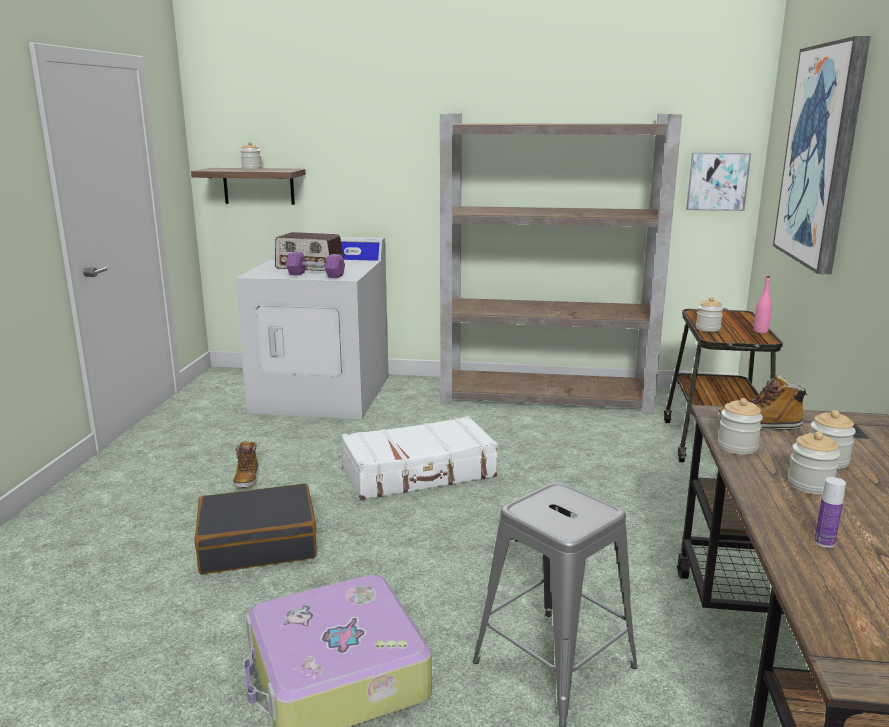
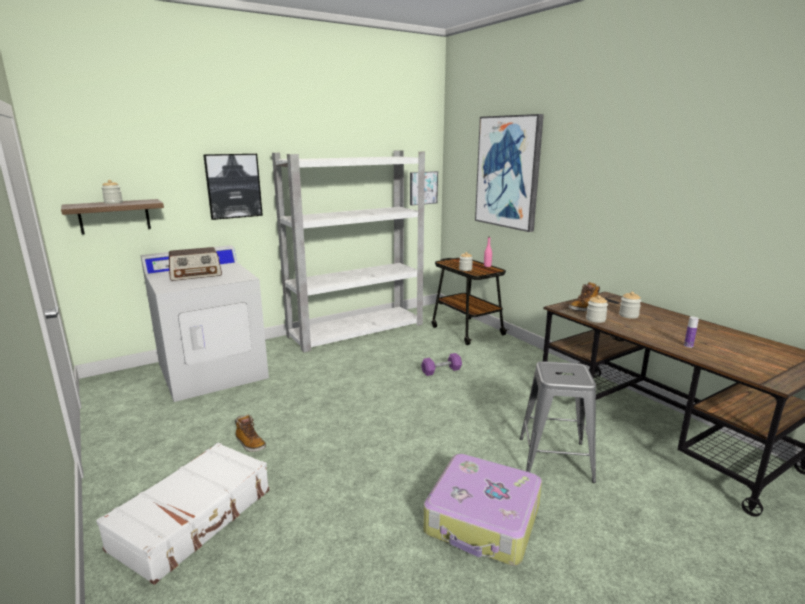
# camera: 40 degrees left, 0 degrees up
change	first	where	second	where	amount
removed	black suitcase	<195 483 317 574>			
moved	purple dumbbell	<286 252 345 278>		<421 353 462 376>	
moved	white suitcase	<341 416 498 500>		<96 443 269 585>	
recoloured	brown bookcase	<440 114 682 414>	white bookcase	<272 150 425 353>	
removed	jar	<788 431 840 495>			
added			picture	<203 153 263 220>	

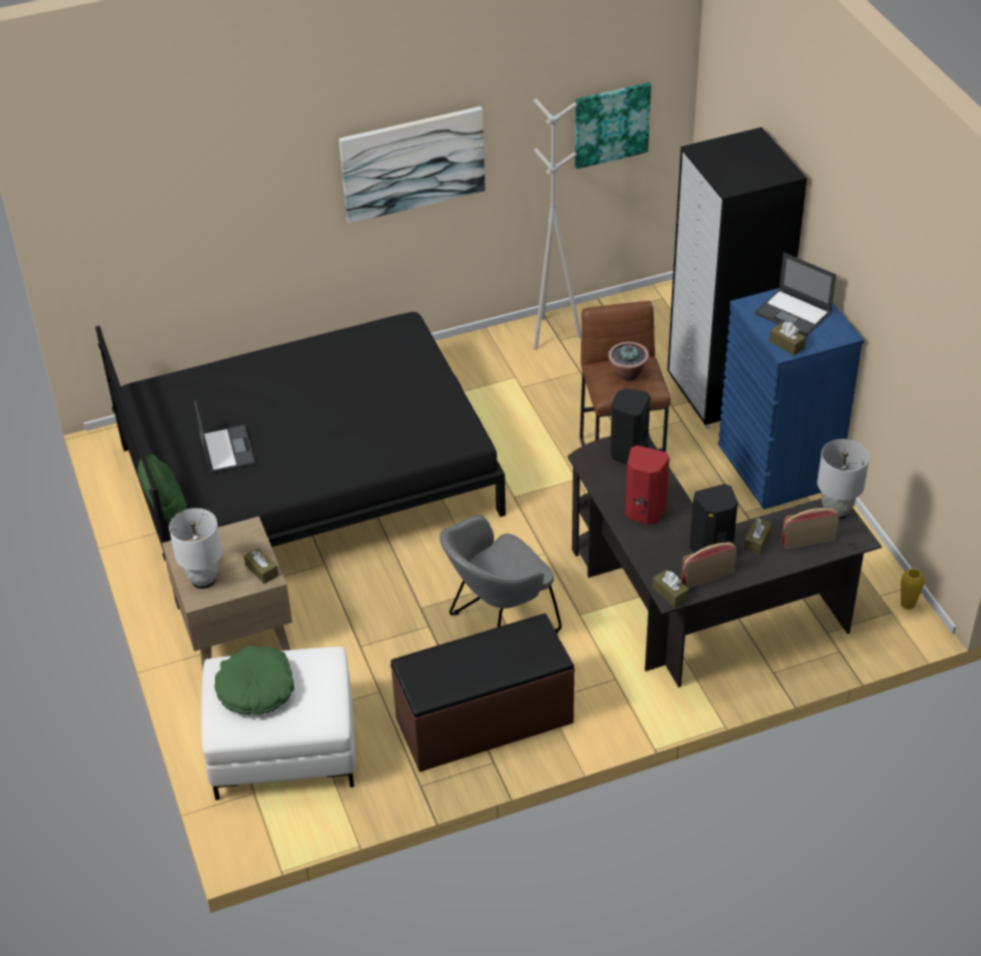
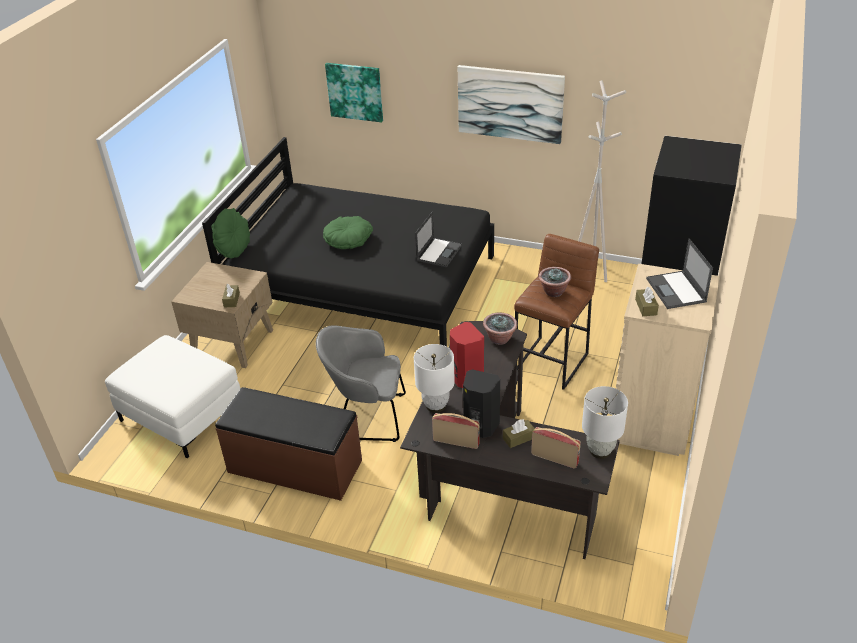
# camera: 40 degrees right, 5 degrees down
change	first	where	second	where	amount
moved	white table lamp	<169 508 222 589>		<414 344 455 413>	
moved	laptop	<194 400 256 474>		<415 211 462 267>	
moved	green pillow	<215 646 294 715>		<323 216 373 249>	
moved	picture	<575 82 651 169>		<325 63 383 122>	
replaced	black speaker	<610 389 650 465>	potted plant	<483 312 517 345>	
removed	brown tissue box	<652 570 689 607>			
recoloured	blue dresser	<718 288 864 510>	beige dresser	<612 264 720 456>	
removed	yellow vase	<901 568 925 610>			

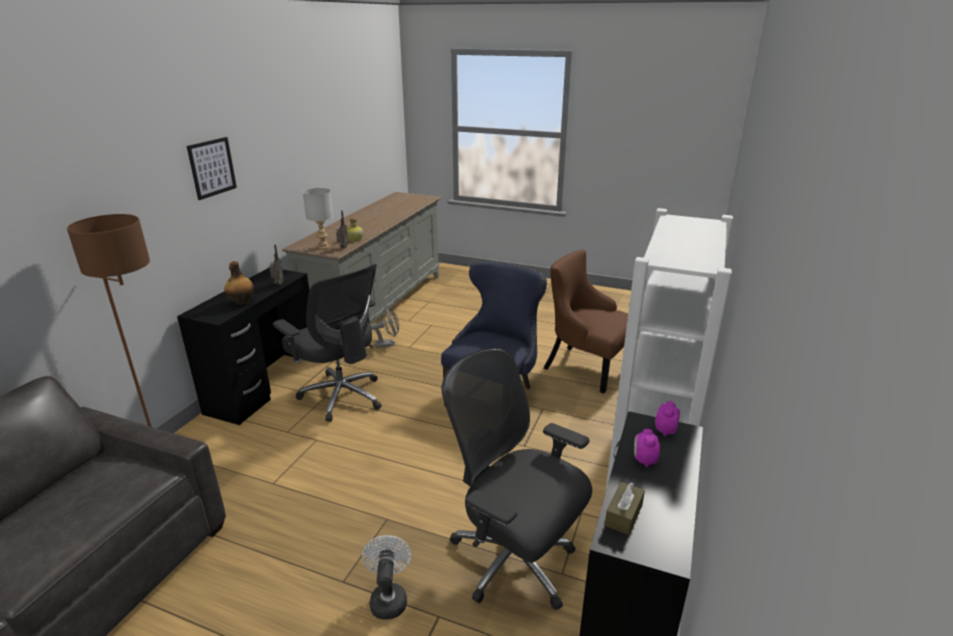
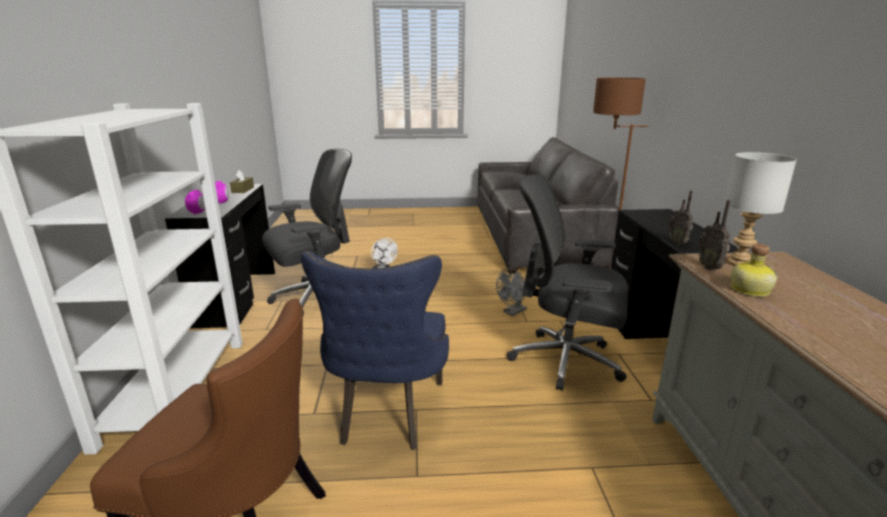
# camera: 155 degrees right, 5 degrees down
change	first	where	second	where	amount
removed	picture	<187 137 237 200>			
removed	bottle	<224 261 254 305>			
moved	grey fan	<371 307 399 348>		<496 268 527 316>	
turned	office chair	<442 348 592 610>		<262 149 352 317>	45 degrees counterclockwise

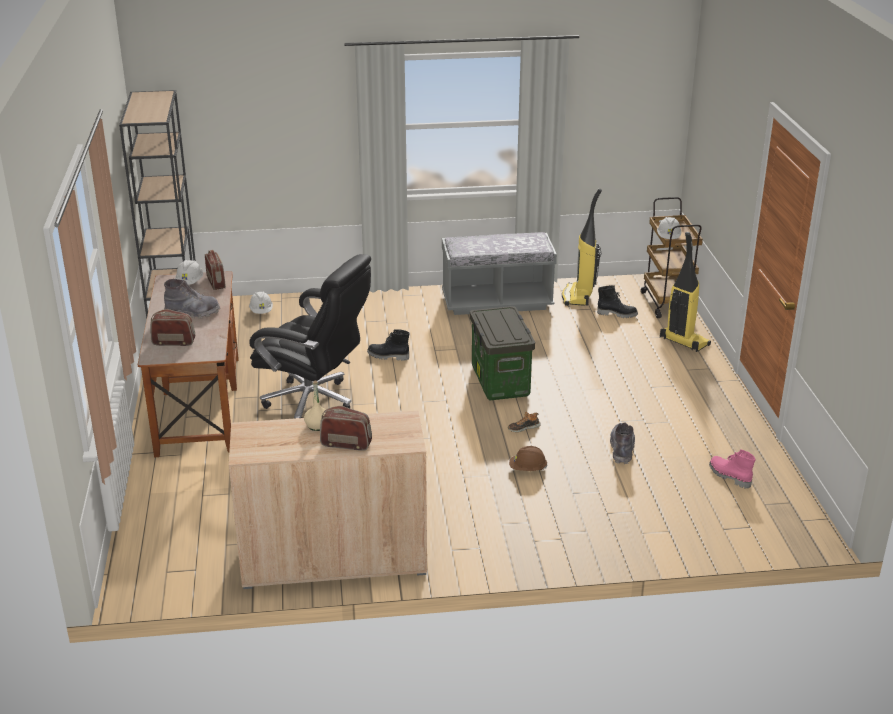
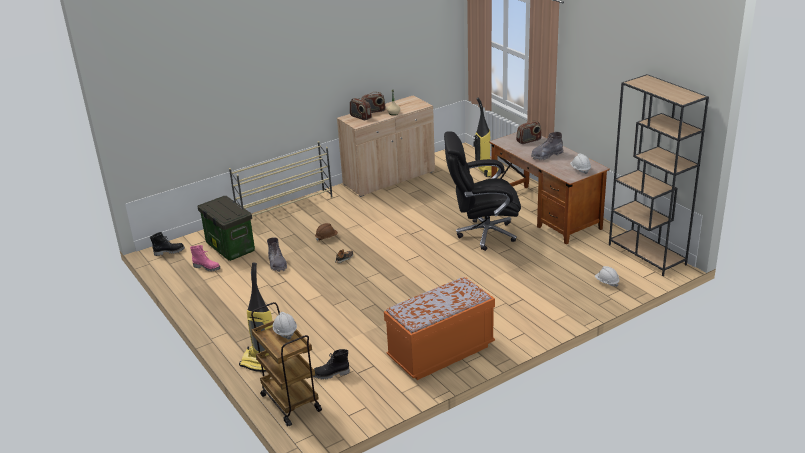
# camera: 155 degrees right, 0 degrees up
change	first	where	second	where	amount
moved	radio	<205 250 226 290>		<350 98 372 120>	
moved	black boot	<367 329 410 361>		<150 232 185 256>	
recoloured	grey bench	<442 232 557 315>	orange bench	<384 277 495 380>	
moved	storage box	<470 306 535 401>		<198 196 255 261>	
moved	vacuum cleaner	<562 188 602 306>		<473 98 501 177>	
added			beige shoe rack	<229 141 333 216>	

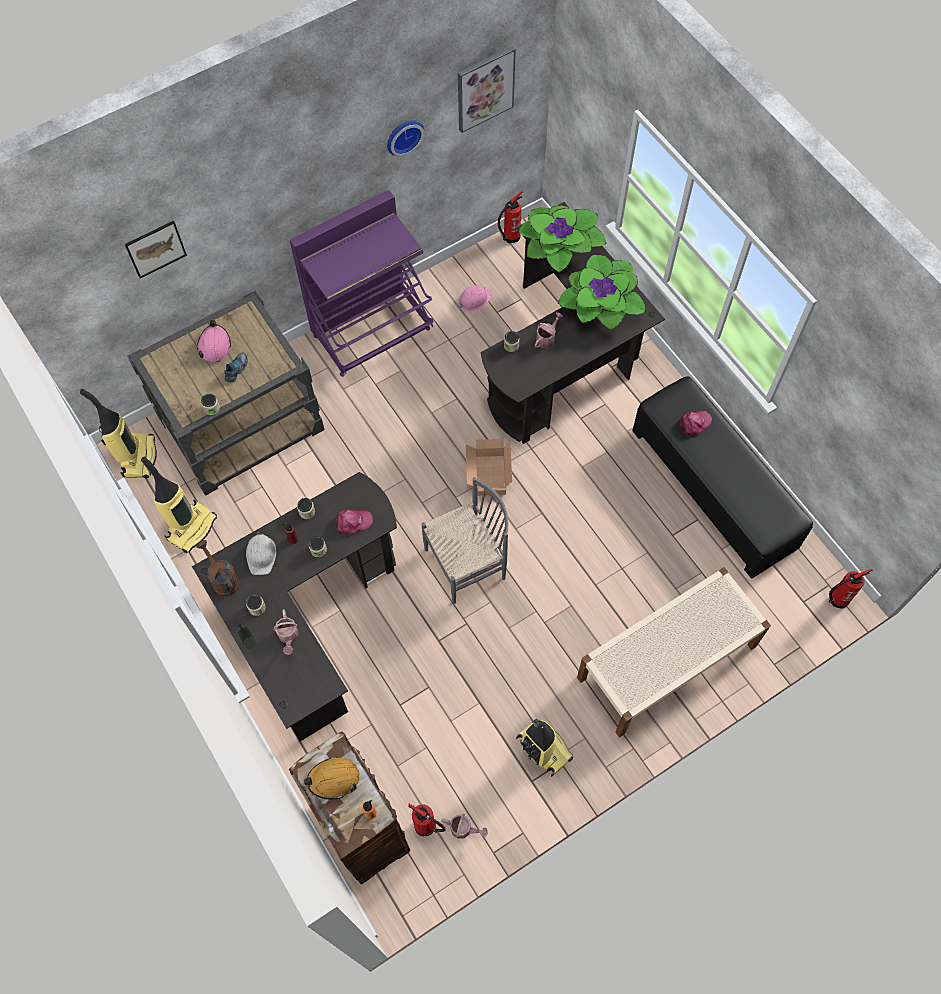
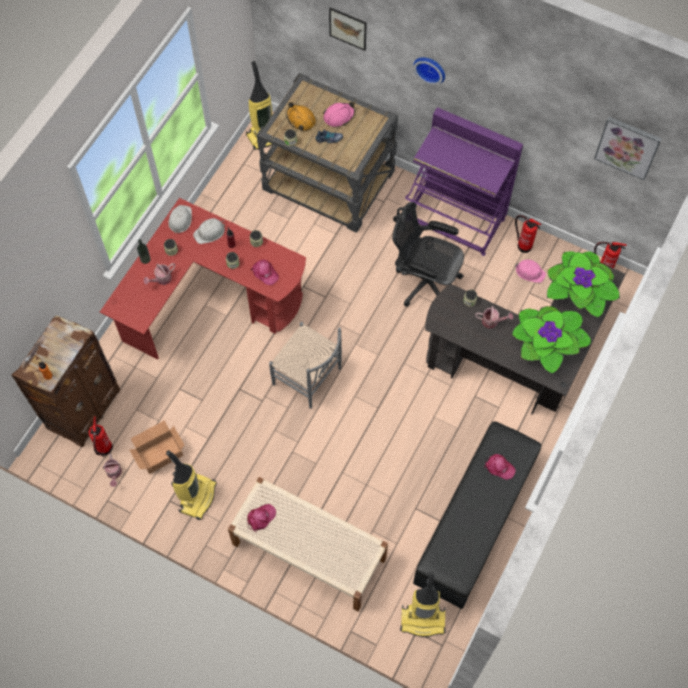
# camera: 60 degrees right, 0 degrees up
change	first	where	second	where	amount
moved	vacuum cleaner	<141 456 217 553>		<400 572 446 637>	
recoloured	black desk	<192 472 397 741>	red desk	<100 198 306 359>	
replaced	brown watering can	<196 540 240 596>	white hard hat	<168 205 192 234>	
moved	orange hard hat	<304 757 360 800>		<286 102 316 131>	
moved	wall clock	<387 121 424 157>		<413 58 445 85>	
moved	cardboard box	<466 439 512 496>		<130 420 184 474>	
moved	fire extinguisher	<829 569 872 608>		<515 215 541 253>	
added			pink cap	<247 504 276 532>	
added			office chair	<392 202 464 307>	

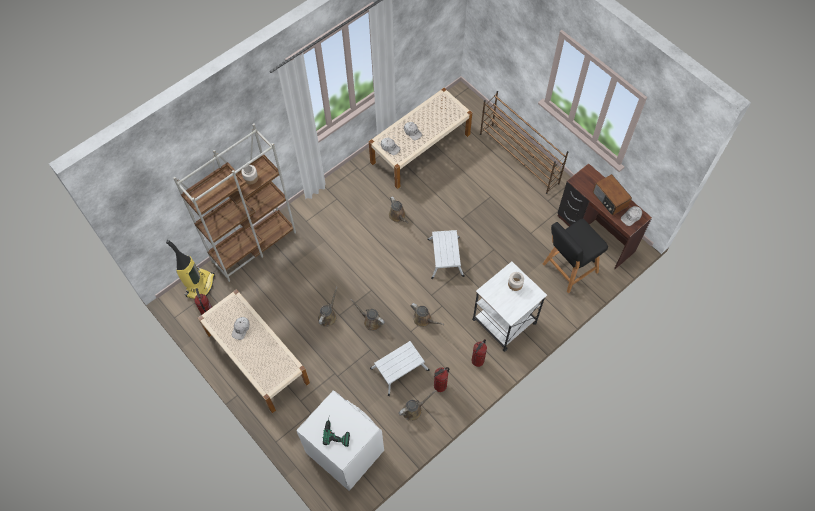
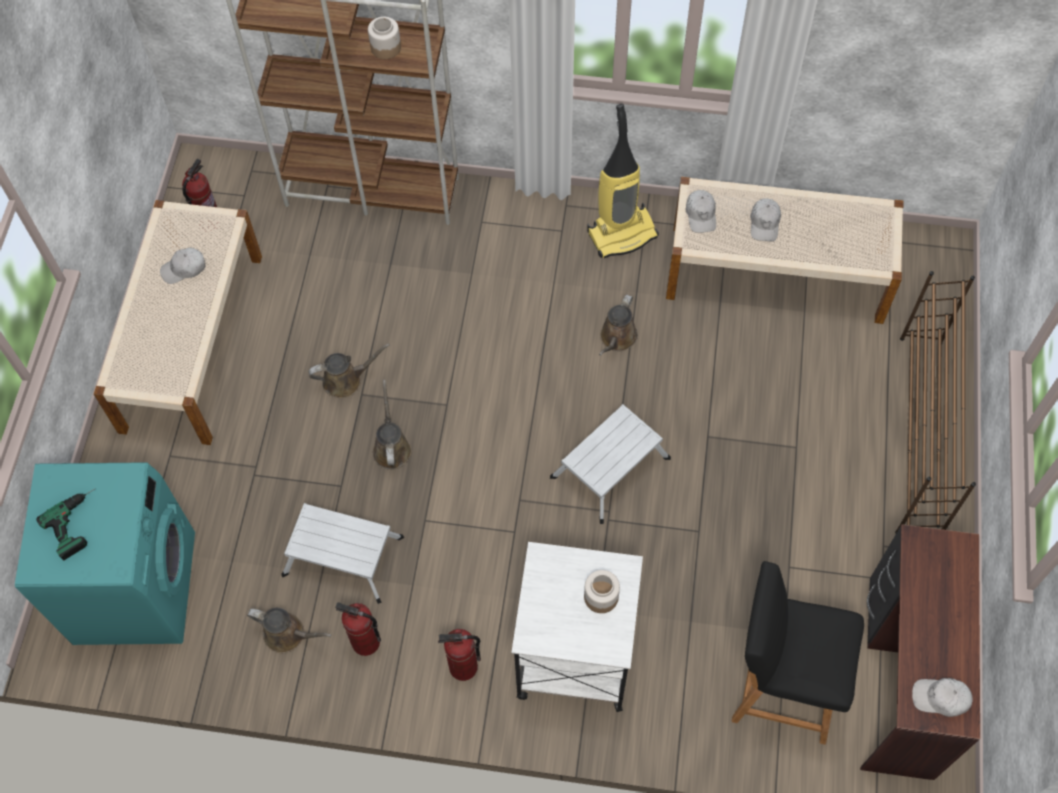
# camera: 50 degrees right, 0 degrees up
change	first	where	second	where	amount
moved	vacuum cleaner	<166 240 215 299>		<587 104 659 258>	
recoloured	white washing machine	<296 391 384 491>	turquoise washing machine	<15 462 195 645>	
removed	brown watering can	<410 303 444 327>			
removed	radio	<593 174 632 215>			

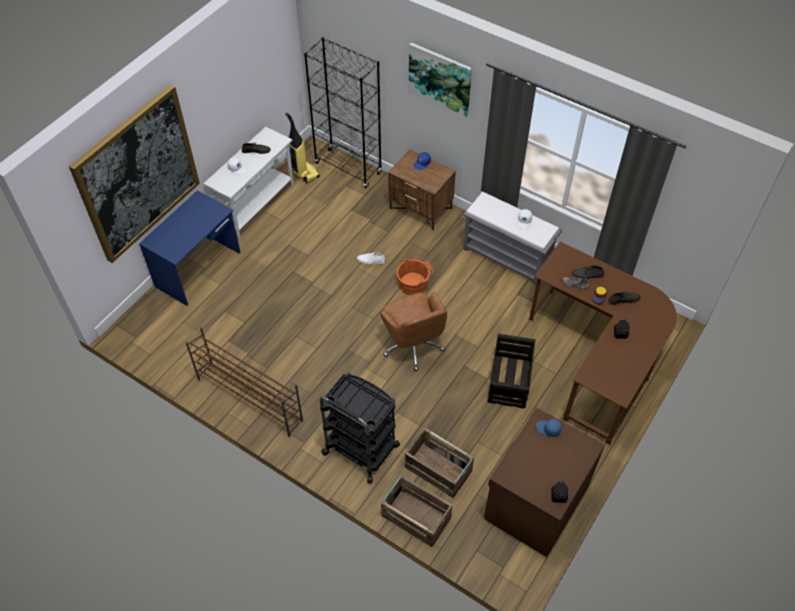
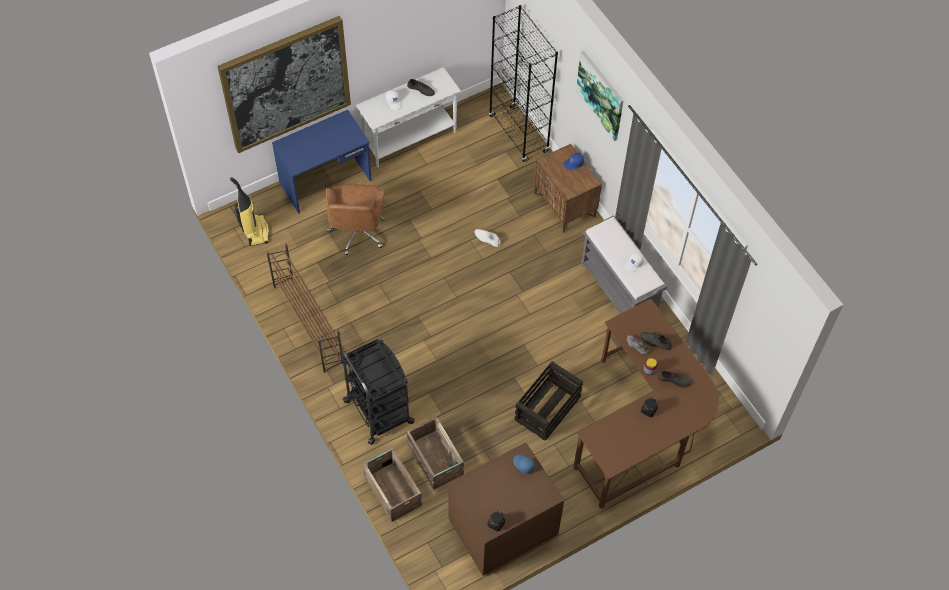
# camera: 25 degrees right, 5 degrees up
change	first	where	second	where	amount
moved	vacuum cleaner	<285 113 320 184>		<230 177 269 246>	
moved	brown office chair	<380 292 447 371>		<326 184 385 255>	
removed	orange bucket	<396 257 434 295>			

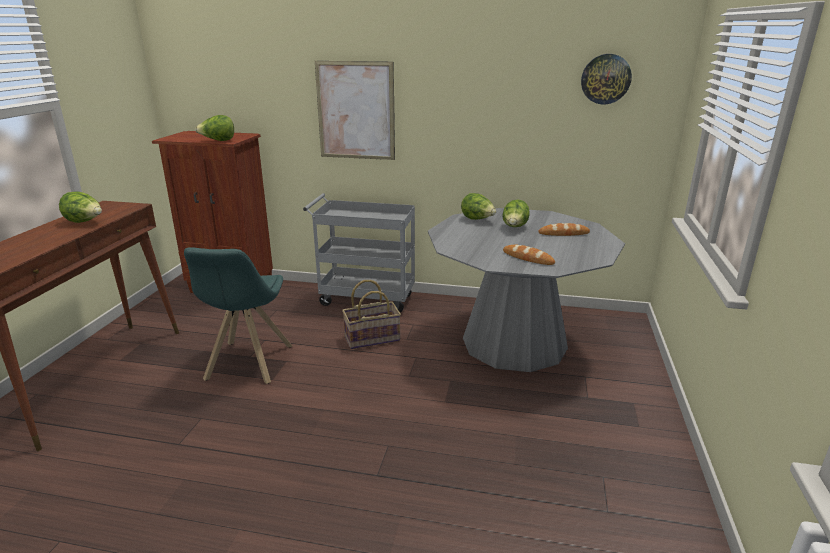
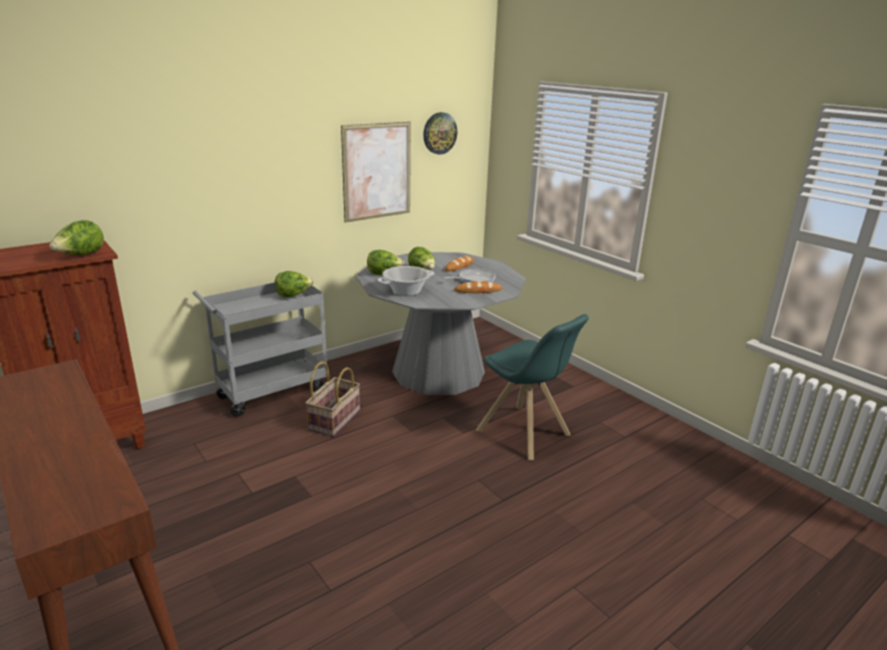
# camera: 50 degrees left, 0 degrees up
change	first	where	second	where	amount
moved	lettuce	<59 192 102 223>		<275 271 313 297>	
moved	turquoise chair	<184 247 292 384>		<476 314 589 461>	
moved	picture	<315 61 395 160>		<341 122 411 223>	
added			cooking pot	<378 266 434 296>	
added			frying pan	<444 269 496 283>	

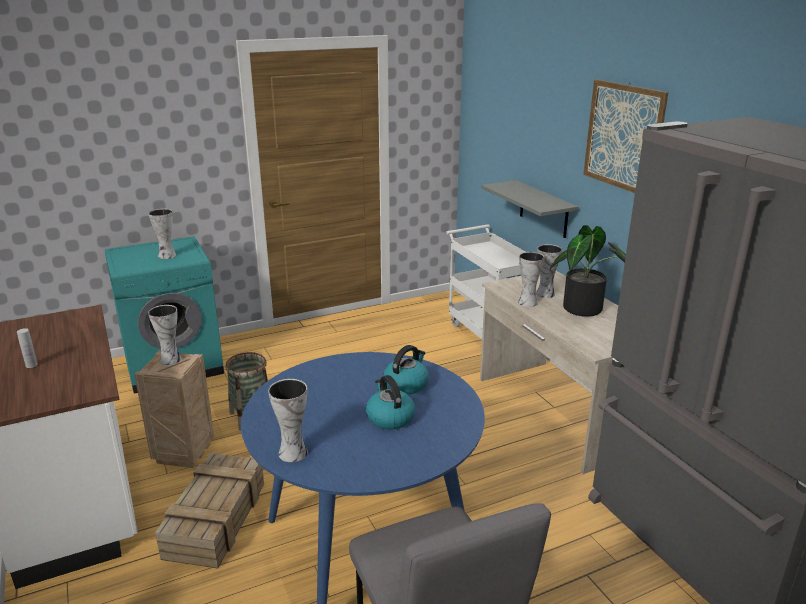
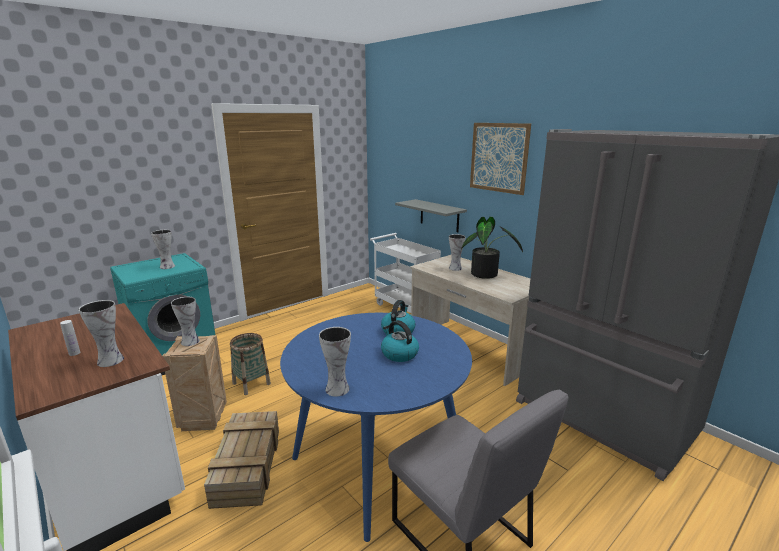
# camera: 15 degrees left, 5 degrees down
change	first	where	second	where	amount
moved	vase	<518 252 545 307>		<79 300 124 367>	

